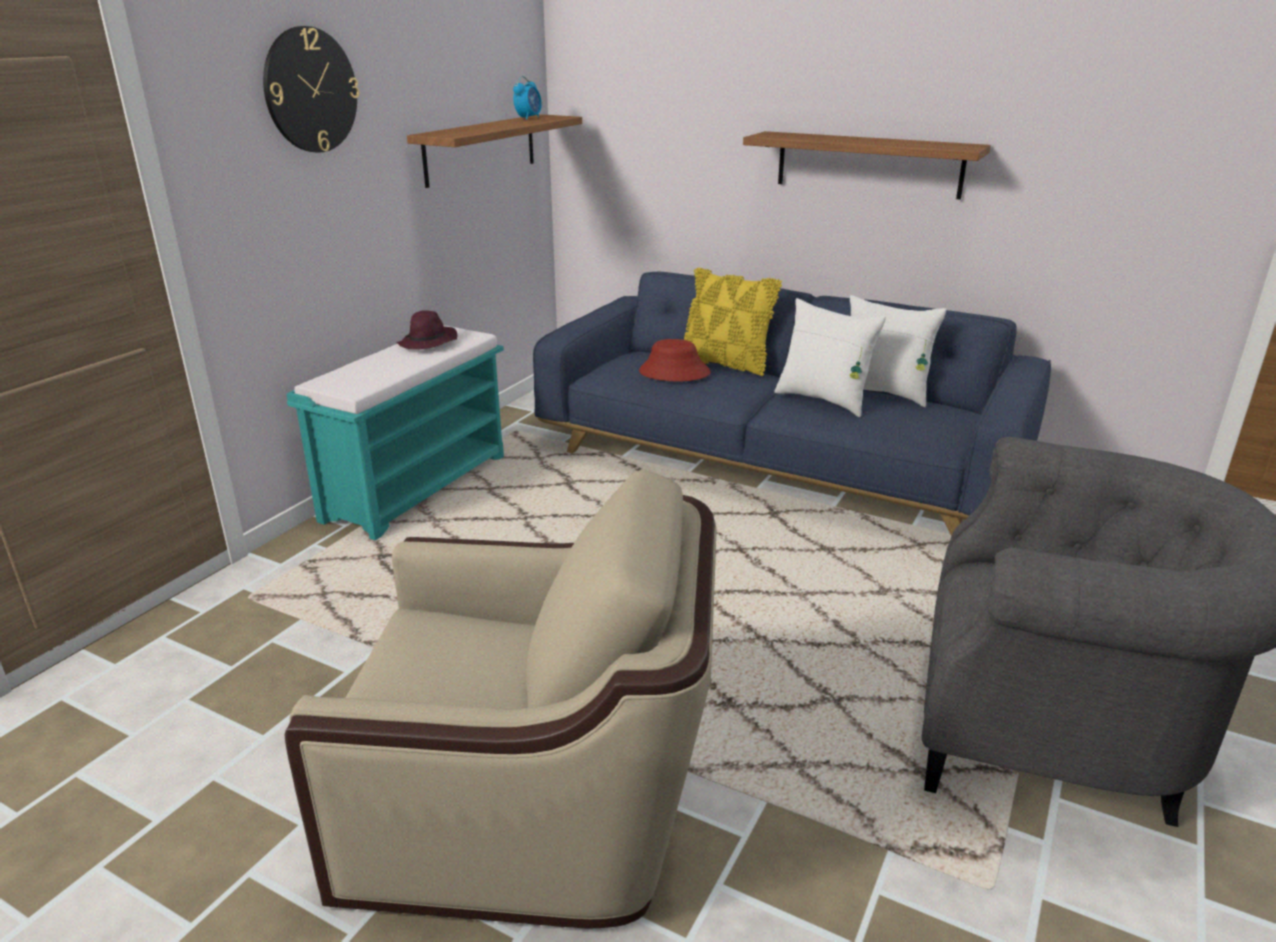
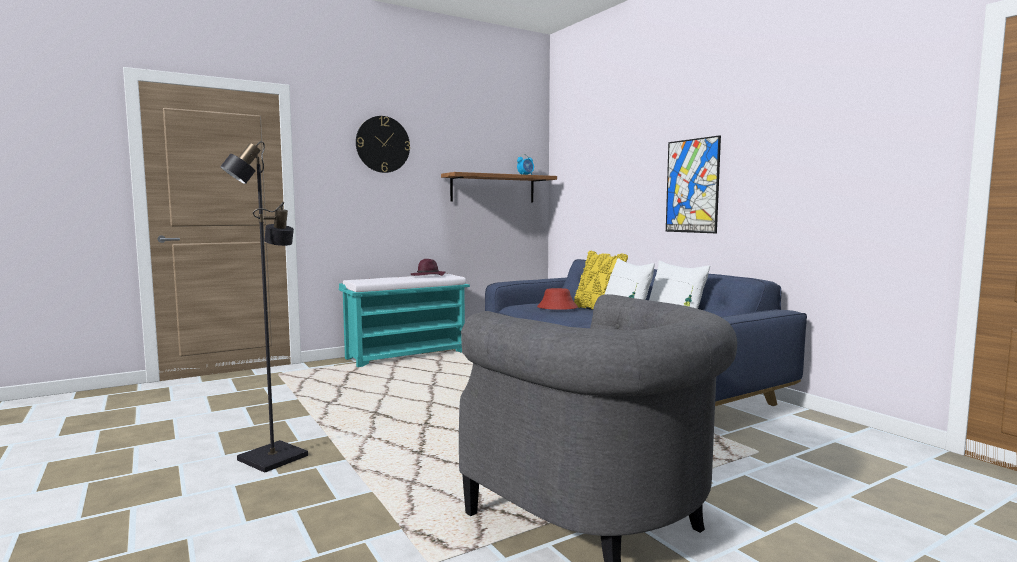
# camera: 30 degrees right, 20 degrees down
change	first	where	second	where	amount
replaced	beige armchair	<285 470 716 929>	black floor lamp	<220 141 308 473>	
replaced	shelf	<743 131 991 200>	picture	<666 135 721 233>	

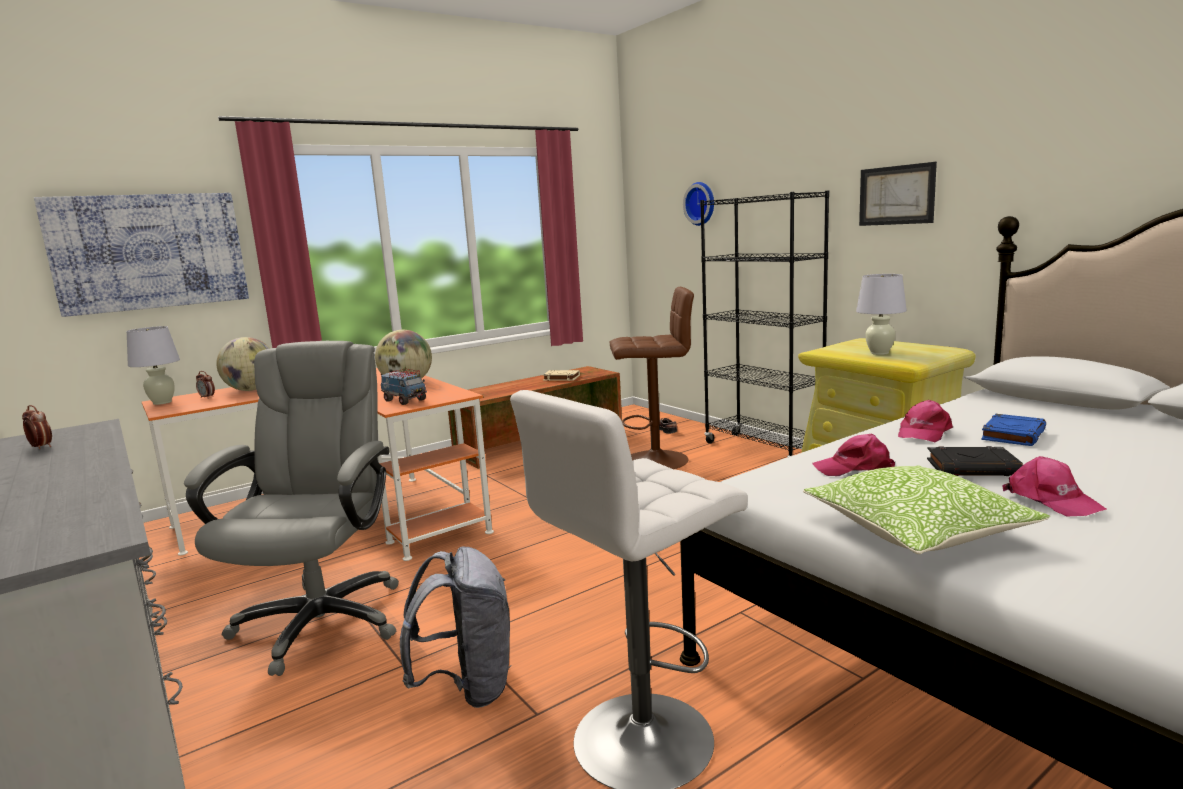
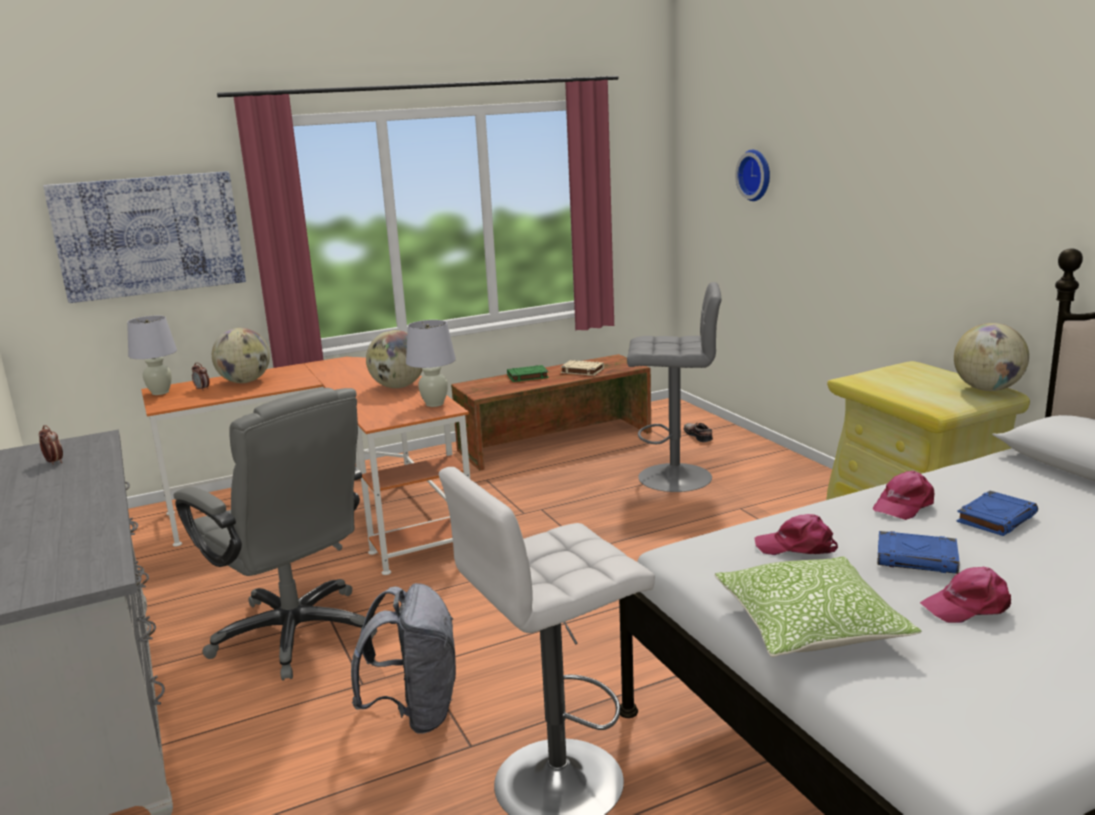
# camera: 10 degrees right, 5 degrees up
change	first	where	second	where	amount
turned	grey office chair	<184 341 399 676>		<173 388 377 681>	120 degrees clockwise
removed	toy truck	<381 369 427 405>			
recoloured	brown stool	<610 287 694 469>	grey stool	<627 282 722 492>	
removed	black bookcase	<700 191 829 457>			
moved	white table lamp	<856 274 907 355>		<406 320 456 407>	
removed	picture	<859 162 937 226>			
recoloured	black book	<927 446 1023 476>	blue book	<877 531 960 574>	
turned	pink cap	<1002 456 1107 516>		<920 567 1011 623>	90 degrees clockwise
added			green book	<507 365 549 382>	
added			globe	<954 323 1029 391>	

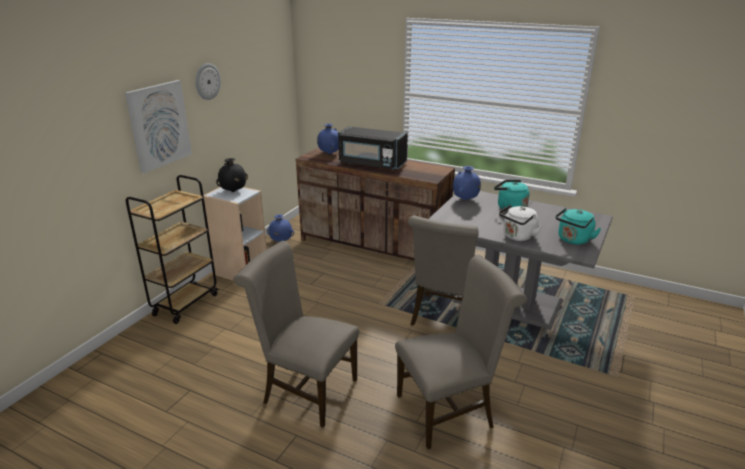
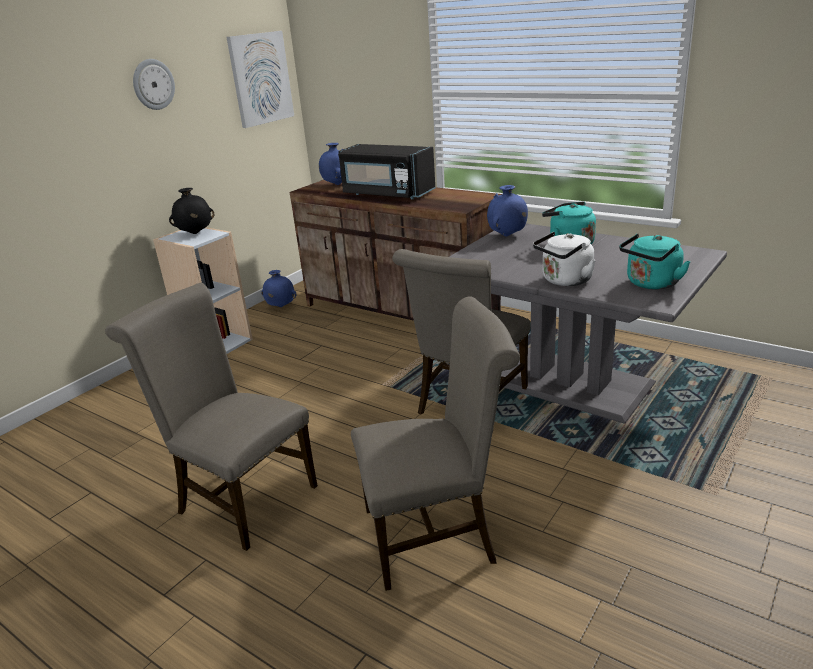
# camera: 10 degrees right, 0 degrees up
change	first	where	second	where	amount
moved	picture	<125 80 192 173>		<227 31 294 128>	
removed	brown cart	<126 175 219 324>			

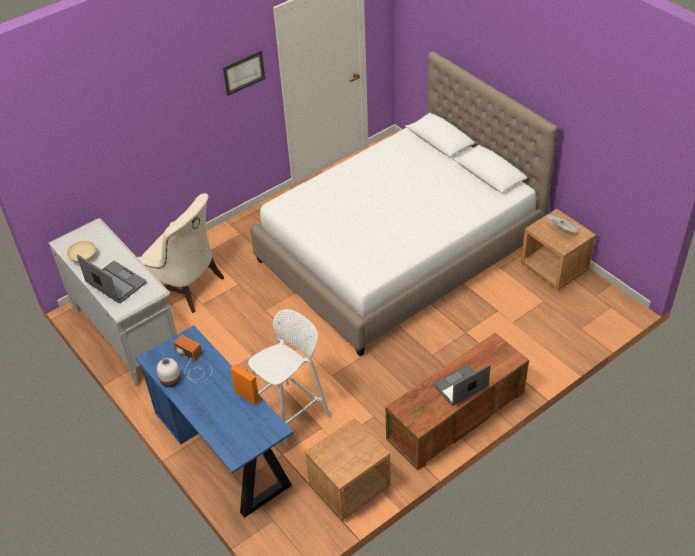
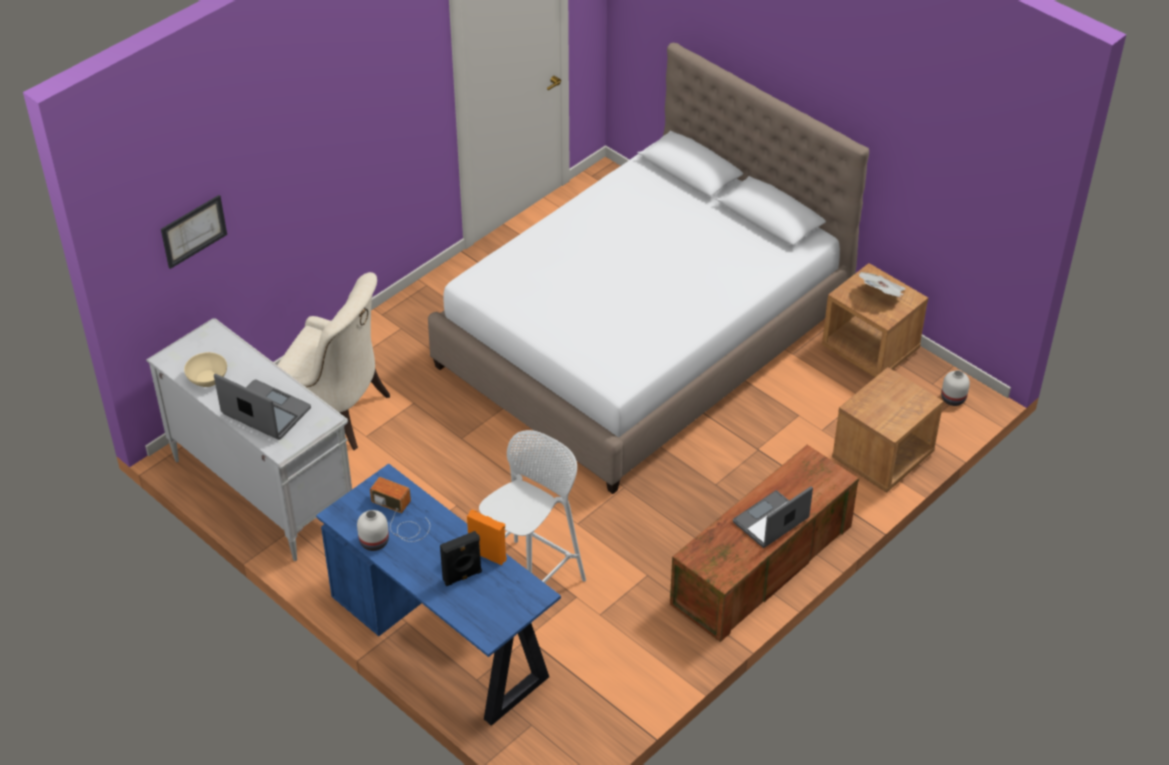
# camera: 10 degrees left, 0 degrees up
change	first	where	second	where	amount
moved	picture	<223 51 265 96>		<161 195 227 269>	
moved	brown nightstand	<305 418 391 521>		<832 367 943 493>	
added			black speaker	<440 531 482 586>	
added			white vase	<941 370 970 406>	

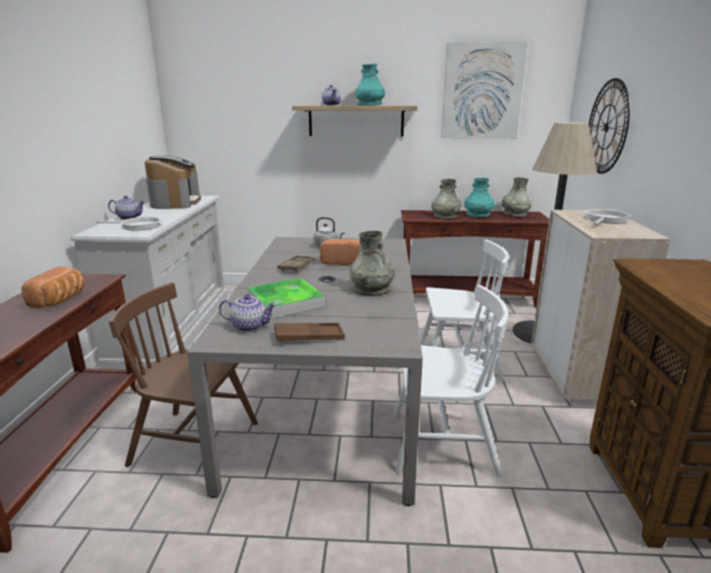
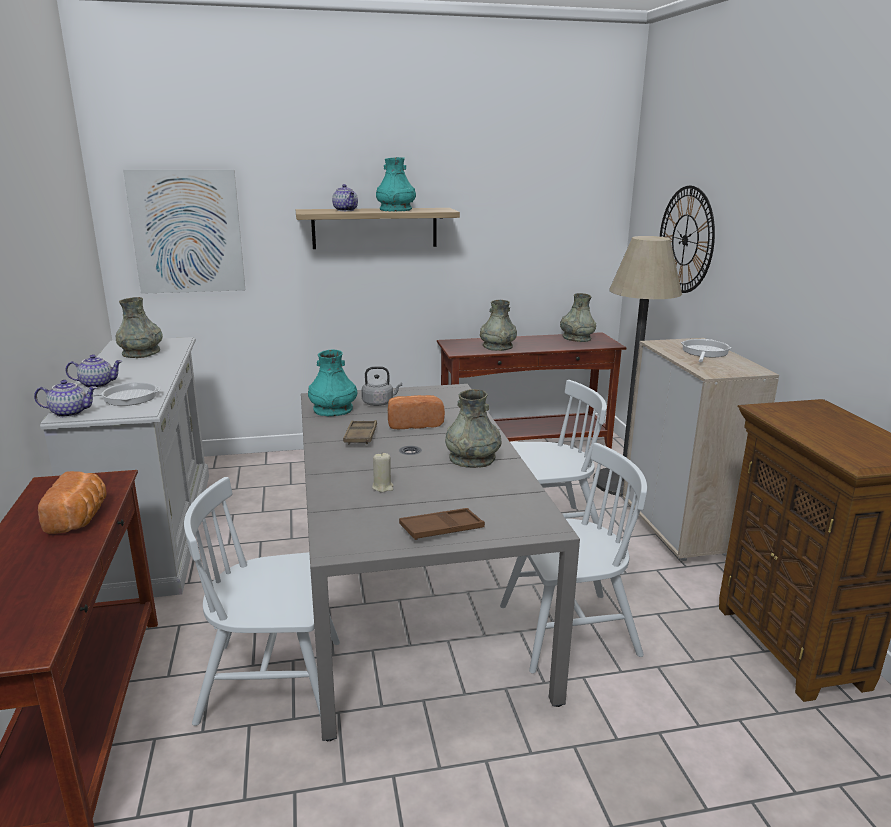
# camera: 15 degrees left, 0 degrees up
change	first	where	second	where	amount
recoloured	brown chair	<109 283 258 467>	white chair	<184 477 340 726>	
replaced	coffee machine	<145 155 201 209>	grey vase	<116 297 163 358>	
moved	teapot	<219 294 277 332>		<34 380 97 417>	
replaced	tray	<248 278 325 319>	beige candle	<372 453 394 492>	
moved	picture	<441 42 528 139>		<123 169 245 294>	
moved	turquoise vase	<464 178 495 217>		<308 350 357 416>	

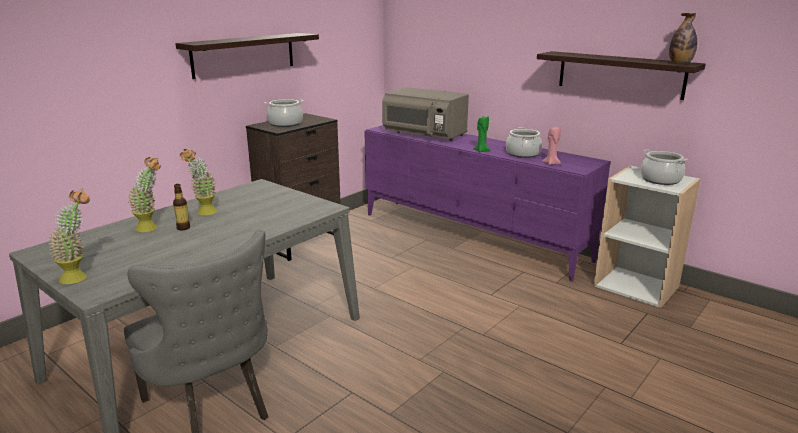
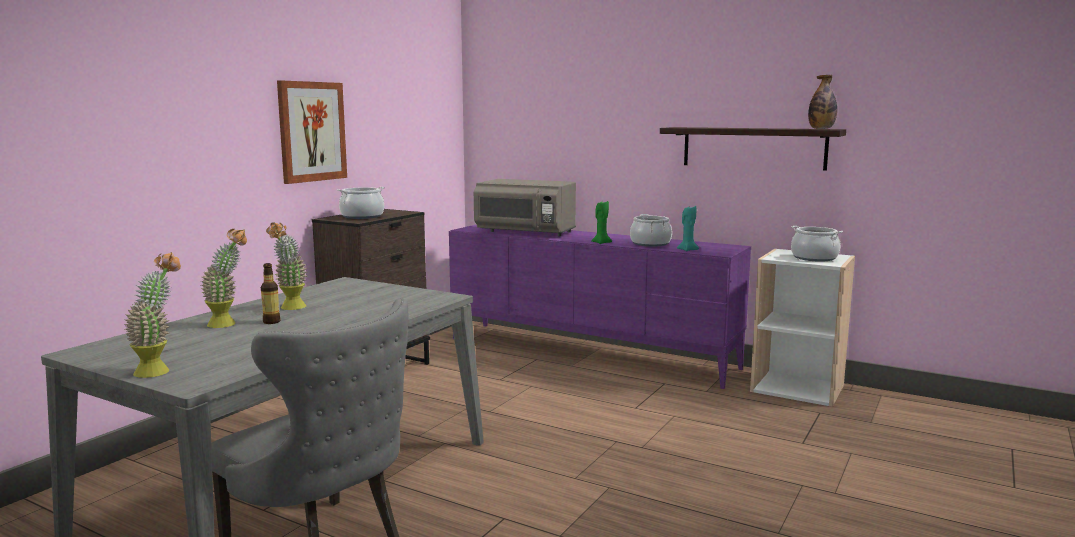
# camera: 10 degrees left, 10 degrees down
change	first	where	second	where	amount
replaced	shelf	<175 33 319 79>	picture	<277 80 347 184>	
recoloured	pink candle	<542 127 561 165>	turquoise candle	<677 205 699 251>	

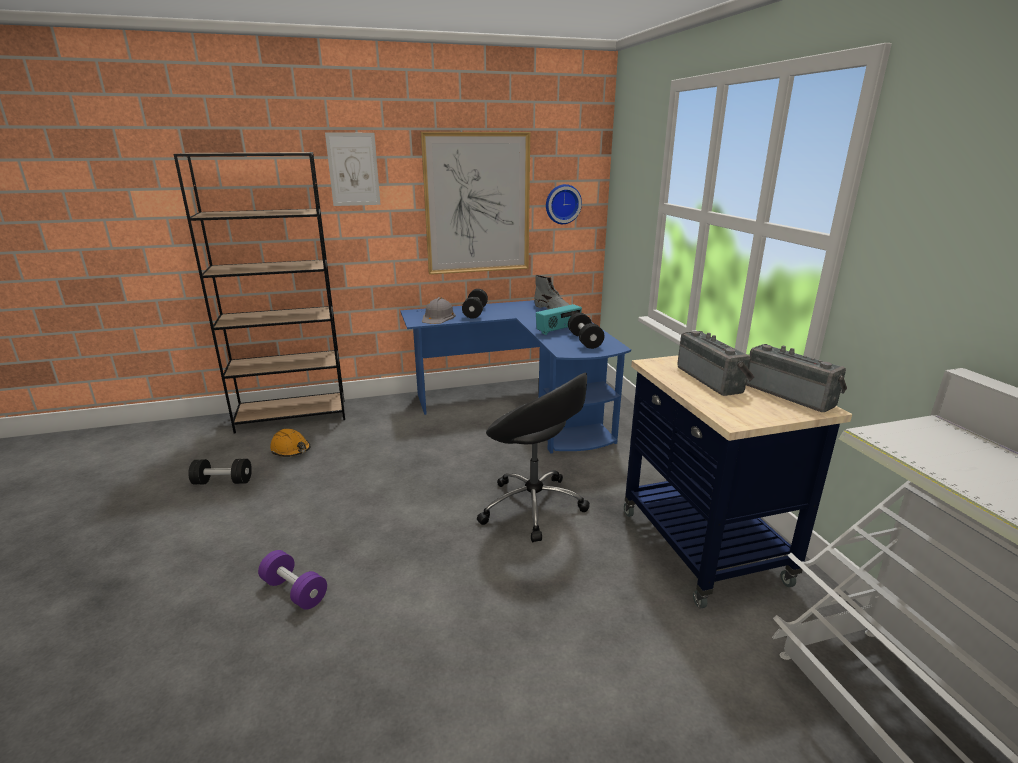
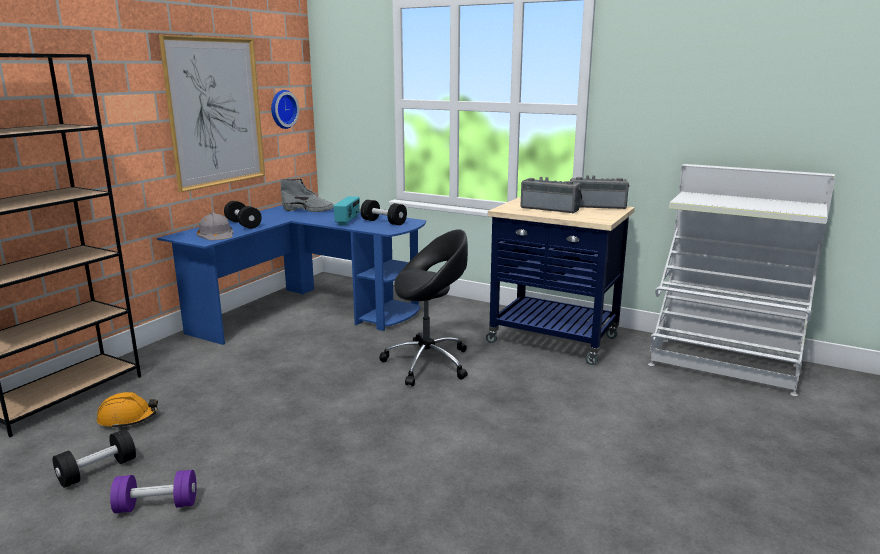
# camera: 45 degrees left, 5 degrees down
change	first	where	second	where	amount
moved	purple dumbbell	<258 550 327 610>		<110 470 196 513>	
removed	picture	<325 133 381 206>			

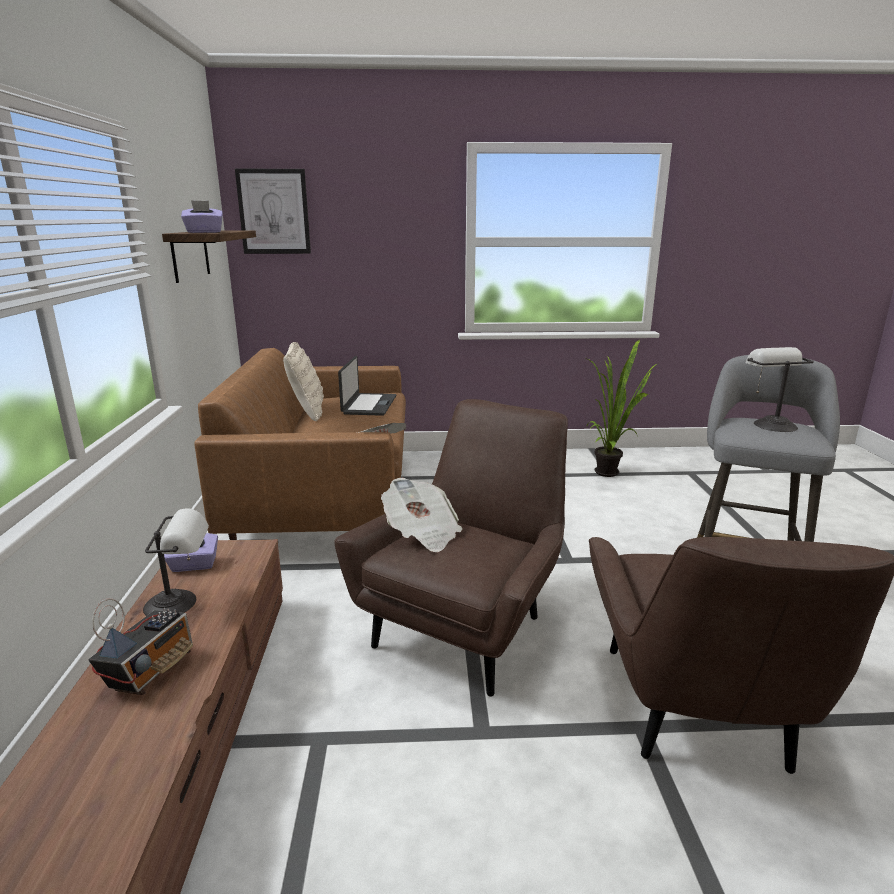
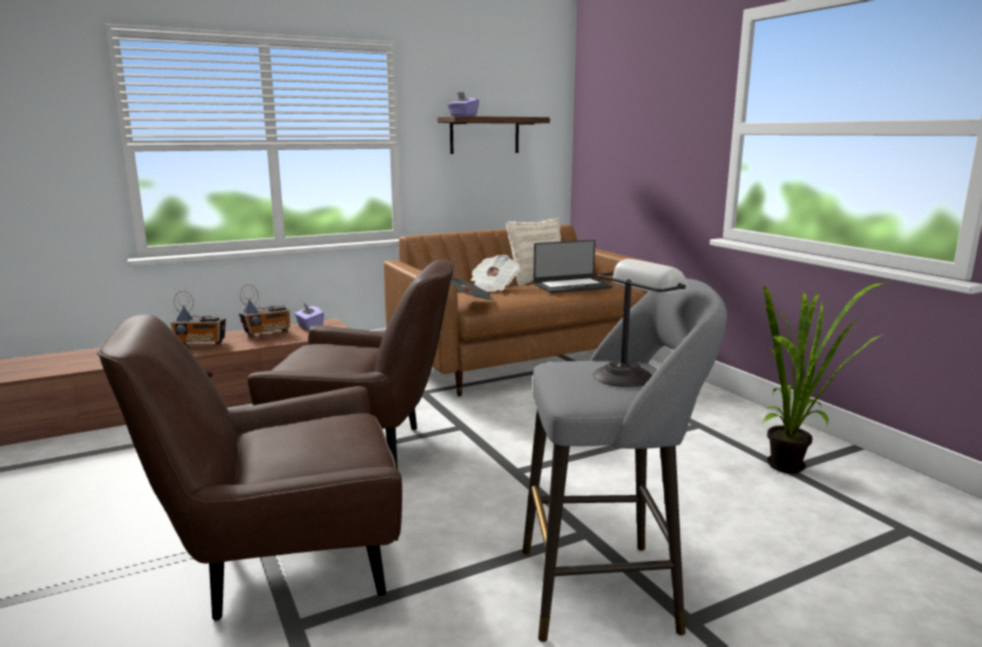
# camera: 65 degrees right, 5 degrees down
change	first	where	second	where	amount
replaced	table lamp	<143 508 209 616>	radio	<239 284 290 337>	
removed	picture	<235 169 311 254>			
moved	newspaper	<381 478 462 552>		<471 255 520 292>	

